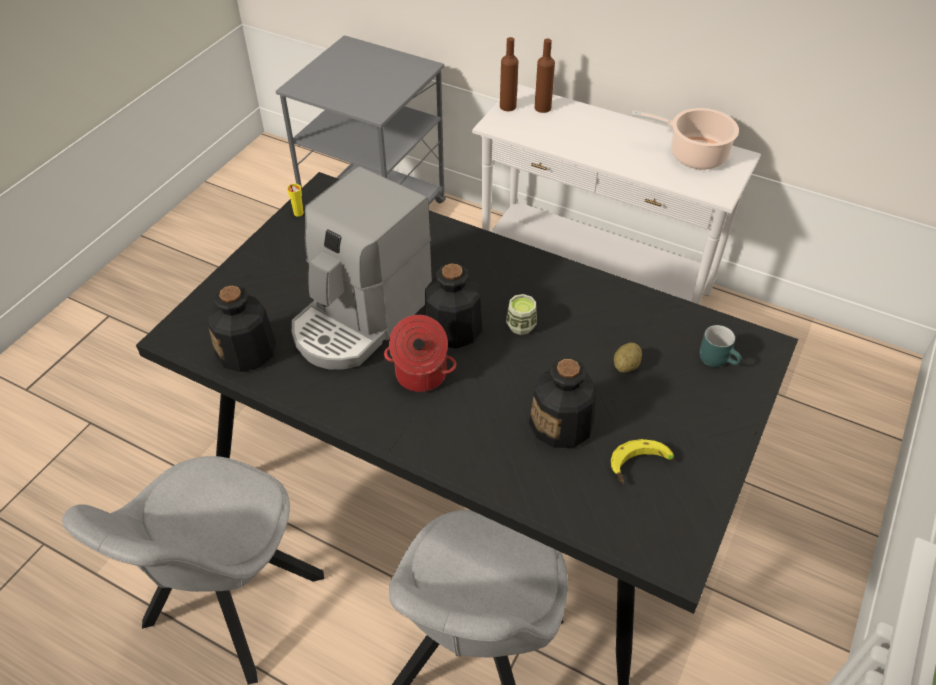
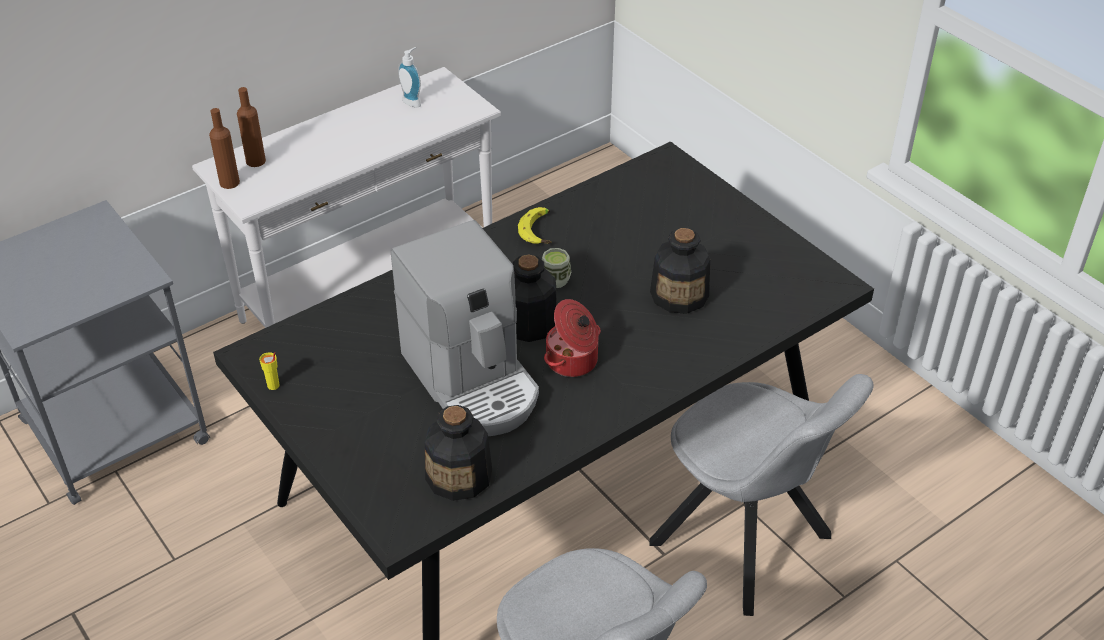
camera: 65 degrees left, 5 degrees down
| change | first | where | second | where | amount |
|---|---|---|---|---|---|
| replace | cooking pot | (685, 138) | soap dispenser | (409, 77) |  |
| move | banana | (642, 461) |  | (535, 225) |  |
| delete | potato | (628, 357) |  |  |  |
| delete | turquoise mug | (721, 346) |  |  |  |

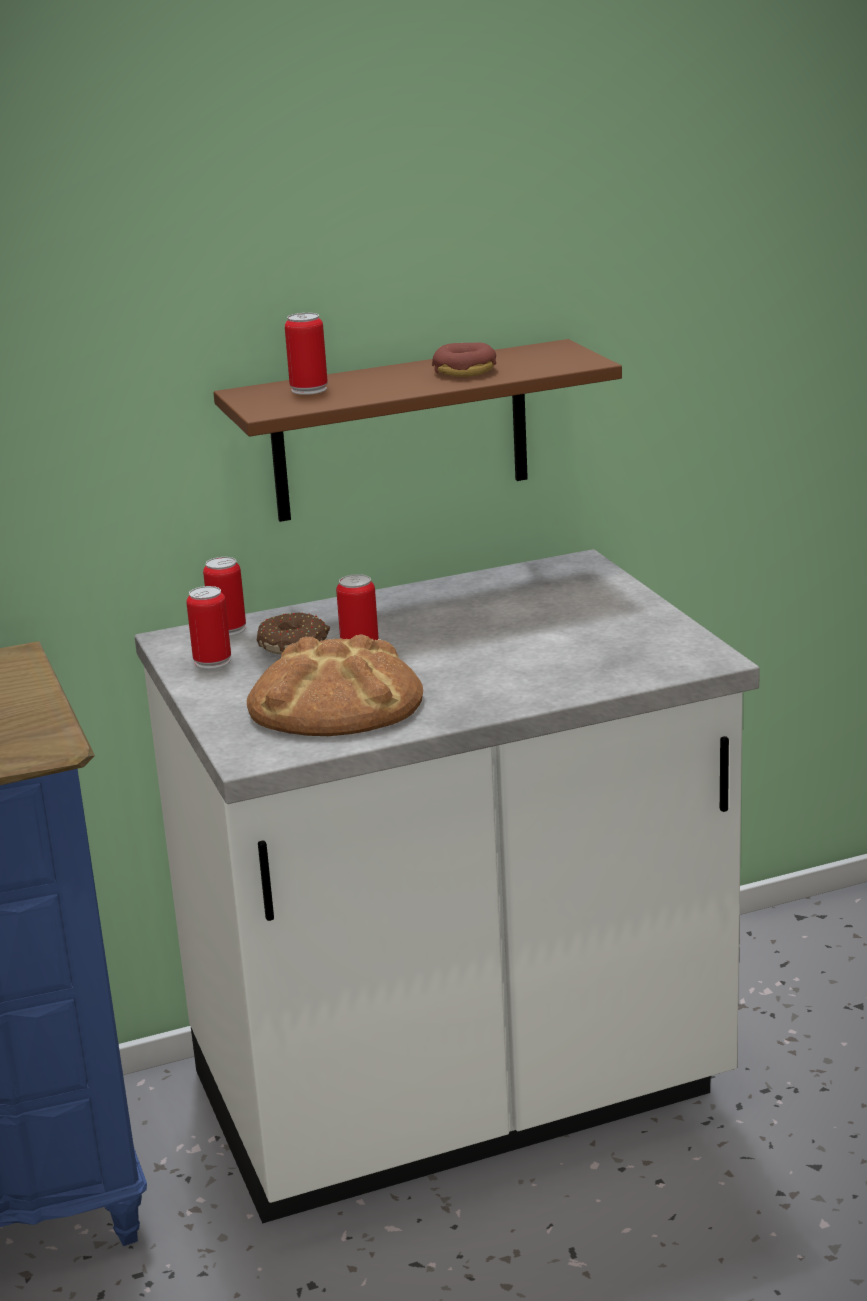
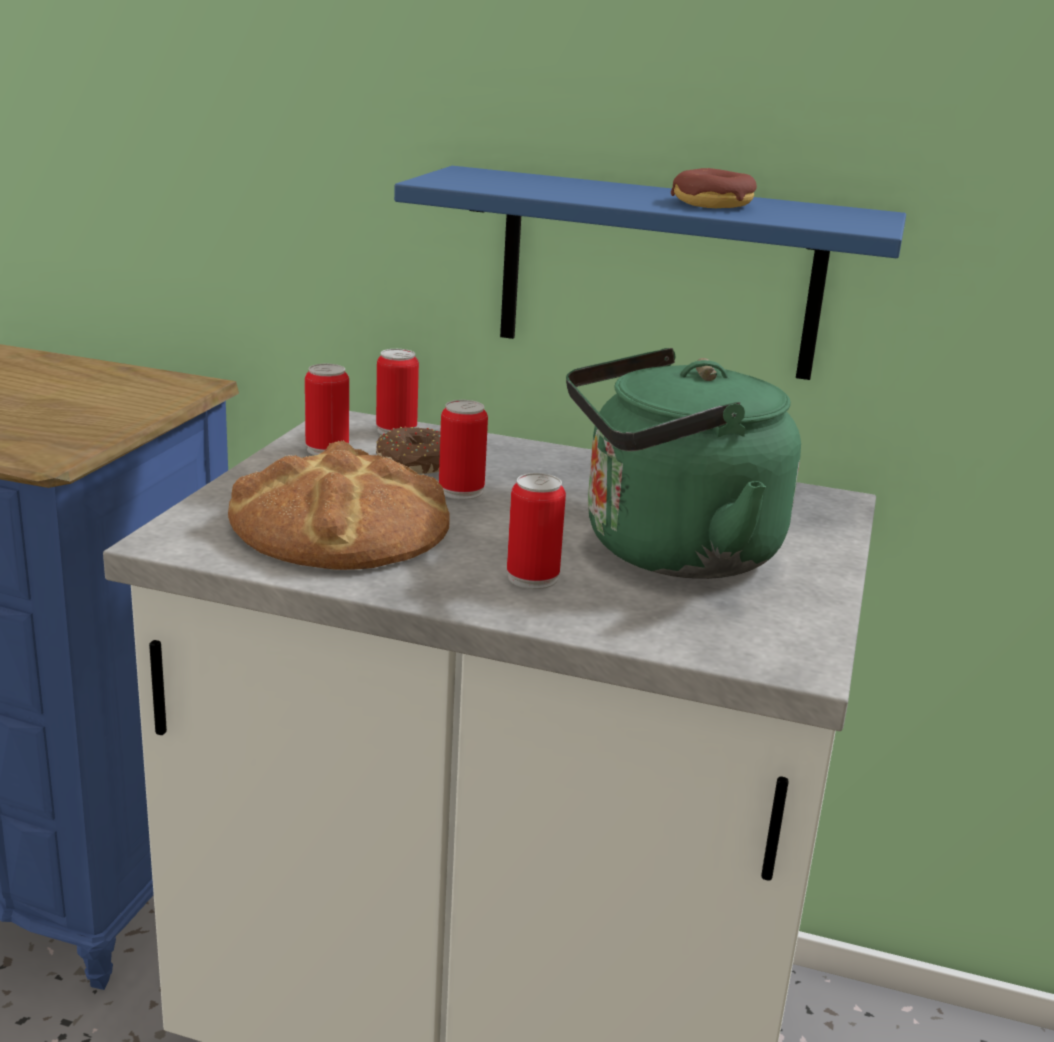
camera: 35 degrees right, 0 degrees up
| change | first | where | second | where | amount |
|---|---|---|---|---|---|
| recolor | brown shelf | (418, 430) | blue shelf | (650, 273) |  |
| move | can | (306, 354) |  | (536, 531) |  |
| insert |  |  | green kettle | (683, 463) |  |

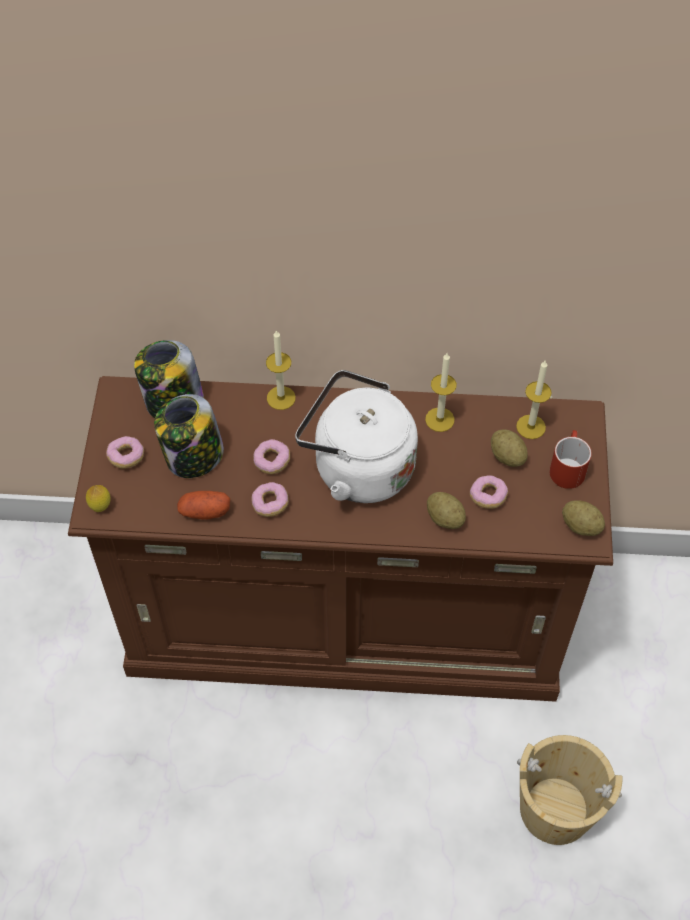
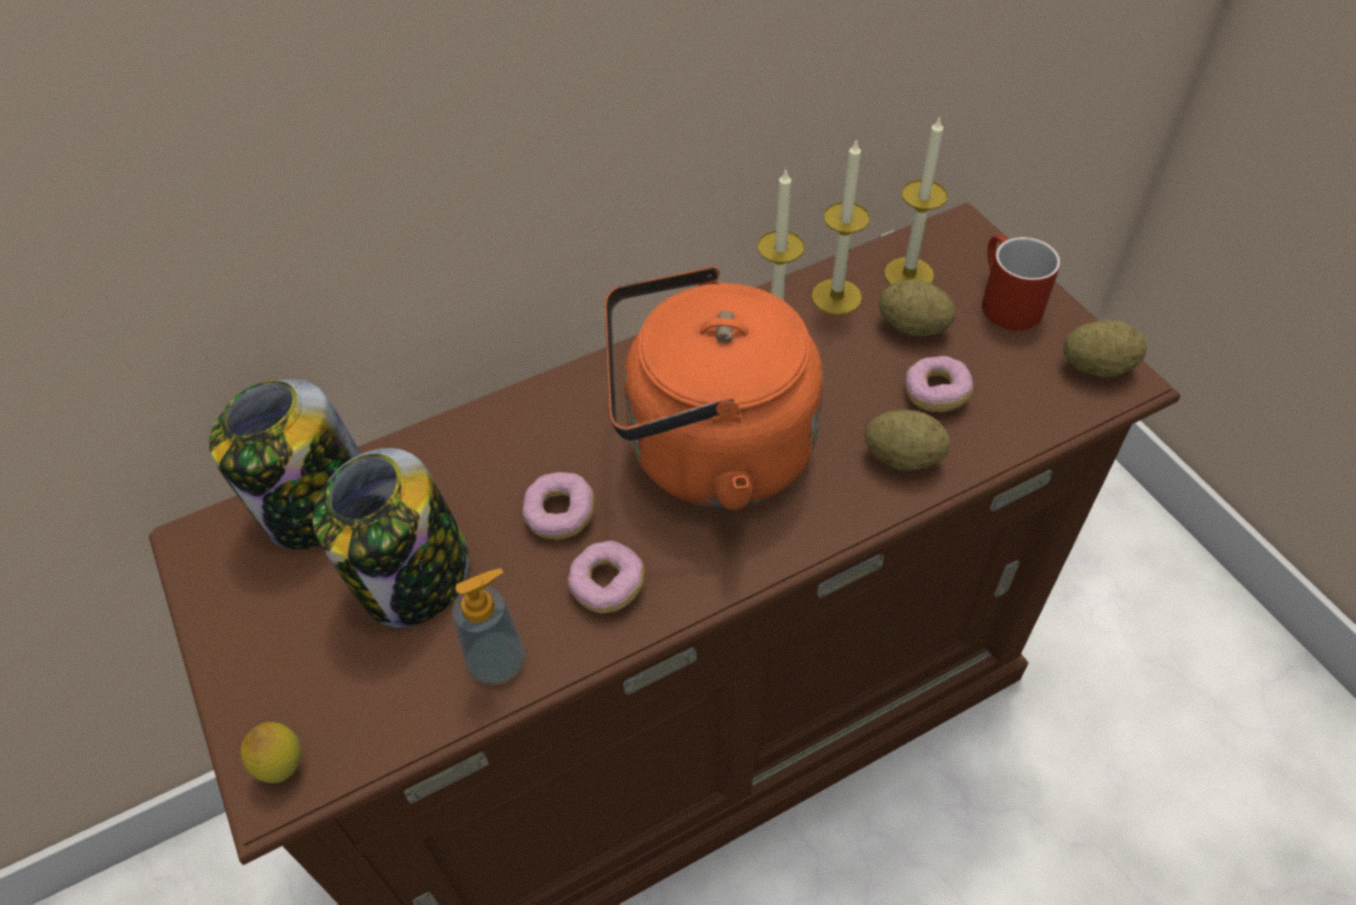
camera: 30 degrees left, 5 degrees down
| change | first | where | second | where | amount |
|---|---|---|---|---|---|
| replace | potato | (203, 505) | soap dispenser | (489, 627) |  |
| recolor | white kettle | (356, 436) | orange kettle | (714, 388) |  |
| move | candle | (281, 370) |  | (840, 226) |  |
| delete | donut | (125, 452) |  |  |  |
| delete | beige bucket | (569, 790) |  |  |  |

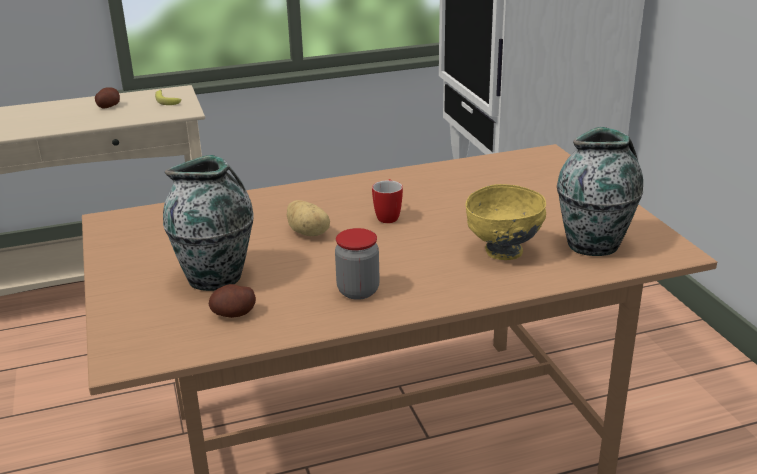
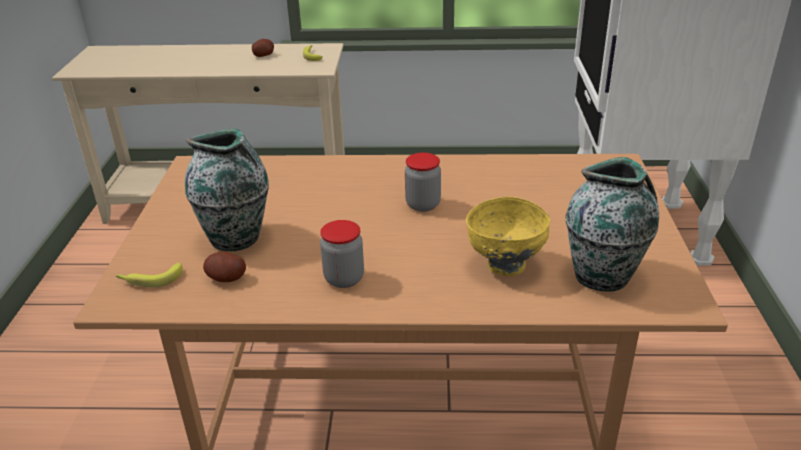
camera: 20 degrees right, 5 degrees up
| change | first | where | second | where | amount |
|---|---|---|---|---|---|
| insert |  |  | banana | (149, 275) |  |
| replace | mug | (387, 201) | jar | (423, 182) |  |
| delete | potato | (308, 218) |  |  |  |

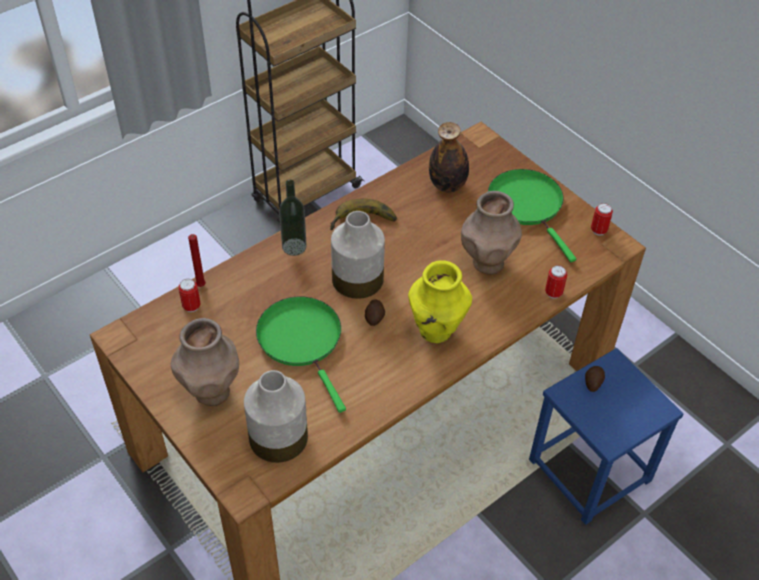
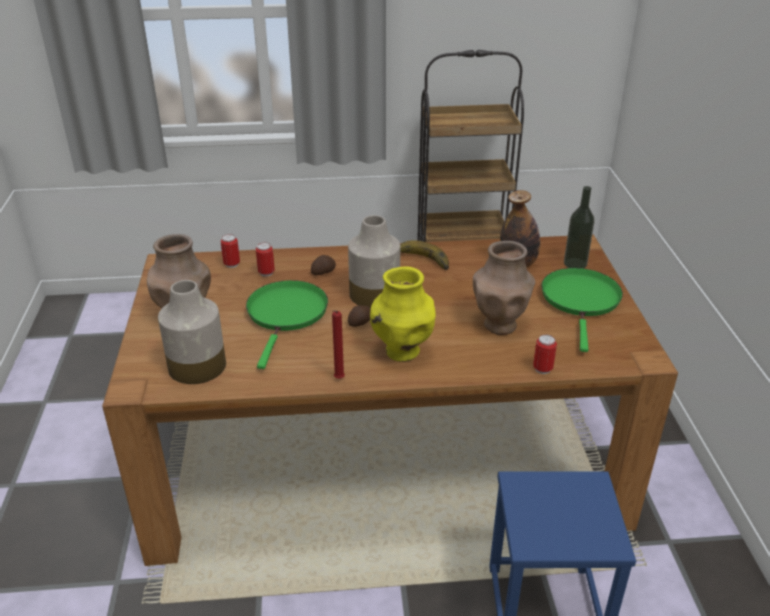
camera: 35 degrees right, 15 degrees down
| change | first | where | second | where | amount |
|---|---|---|---|---|---|
| move | can | (602, 219) |  | (265, 259) |  |
| move | potato | (595, 379) |  | (323, 265) |  |
| move | red candle | (197, 260) |  | (338, 344) |  |
| move | bottle | (293, 218) |  | (579, 227) |  |

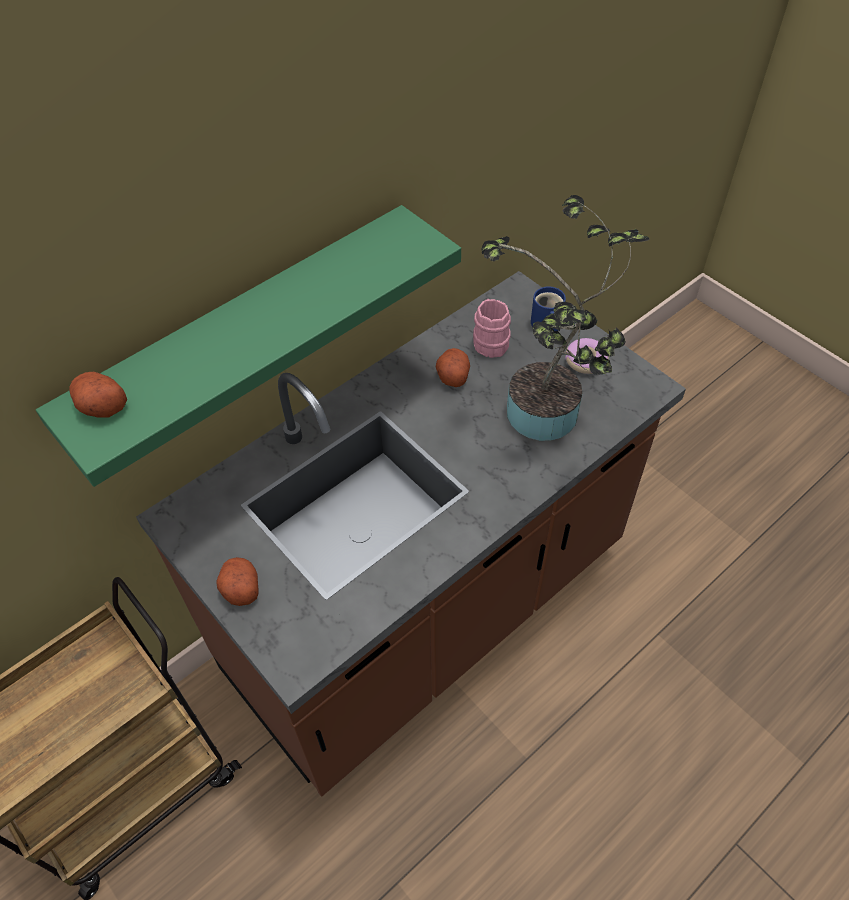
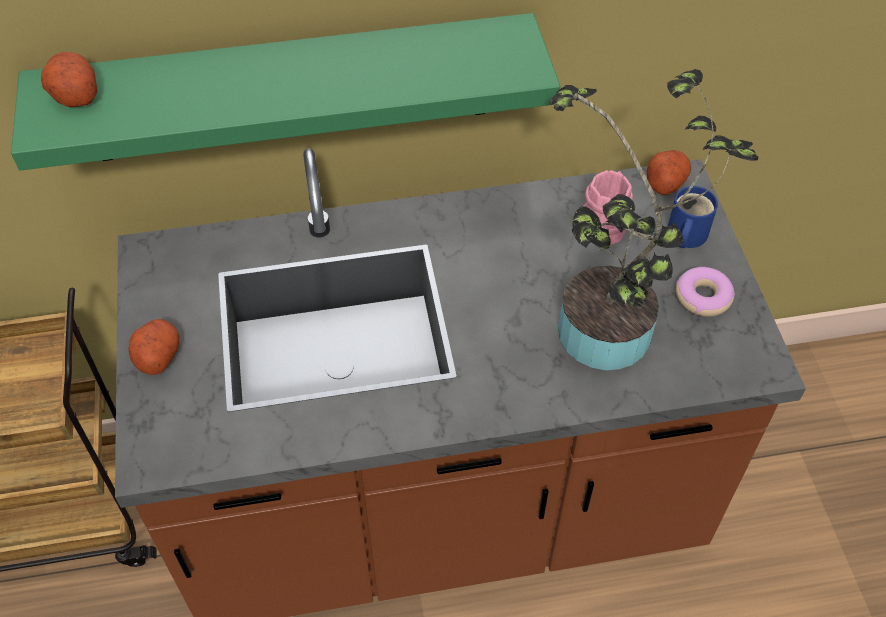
camera: 30 degrees right, 0 degrees up
| change | first | where | second | where | amount |
|---|---|---|---|---|---|
| move | potato | (453, 367) |  | (669, 172) |  |

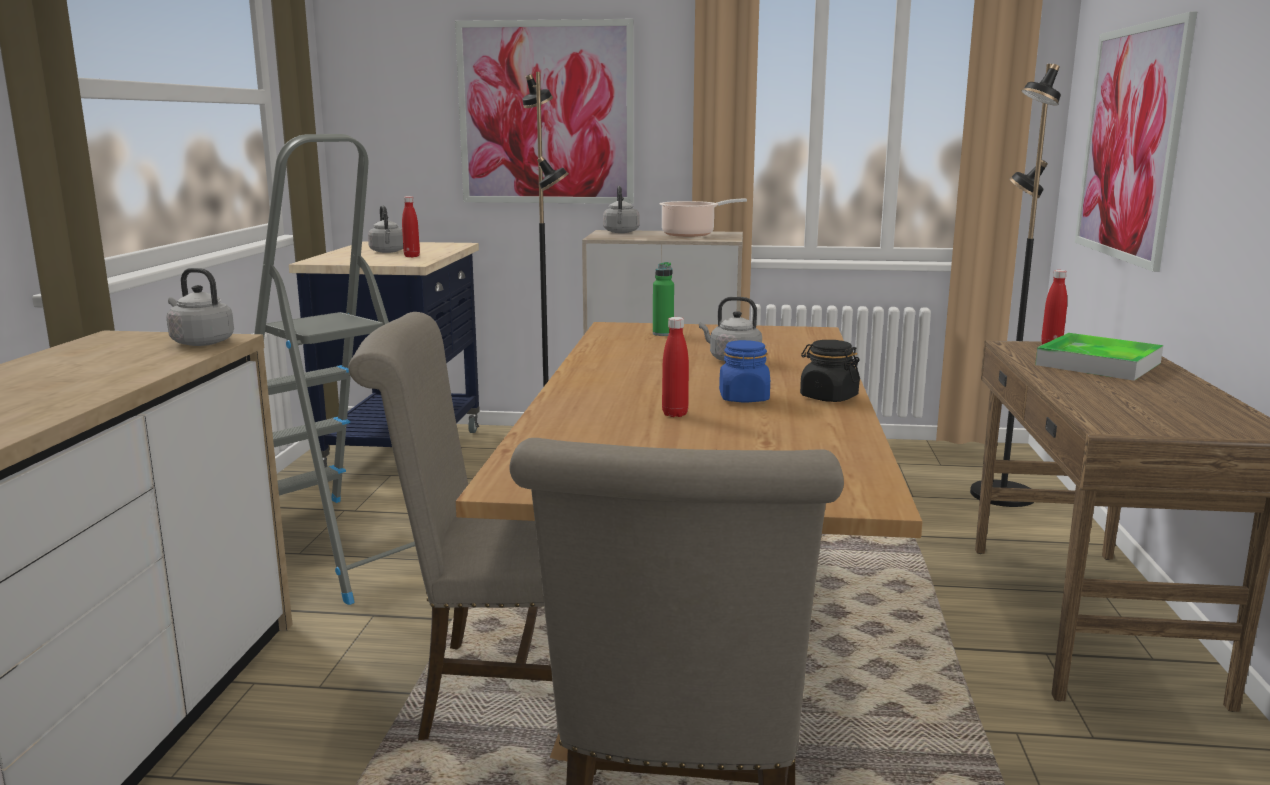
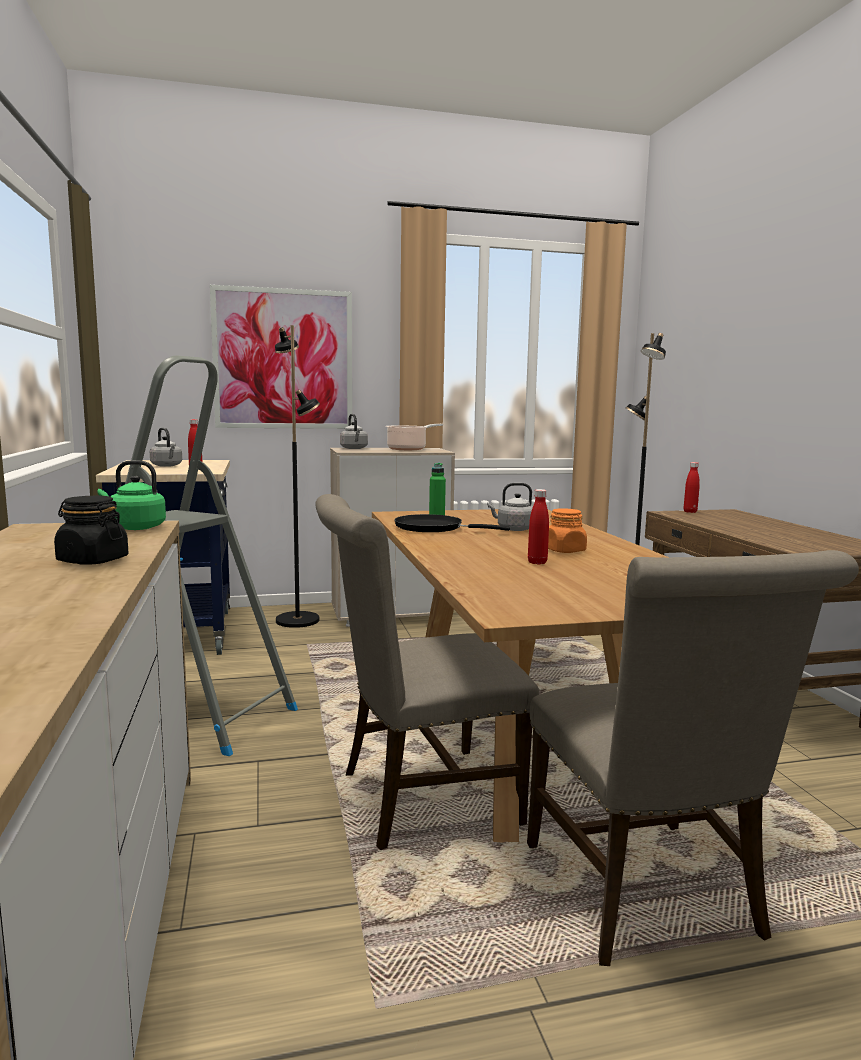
camera: 20 degrees left, 5 degrees down
| change | first | where | second | where | amount |
|---|---|---|---|---|---|
| move | black jar | (830, 371) |  | (91, 530) |  |
| recolor | grey kettle | (200, 307) | green kettle | (132, 495) |  |
| insert |  |  | black frying pan | (452, 523) |  |
| recolor | blue jar | (744, 371) | orange jar | (567, 530) |  |
| delete | tray | (1099, 357) |  |  |  |
| delete | picture | (1136, 142) |  |  |  |

